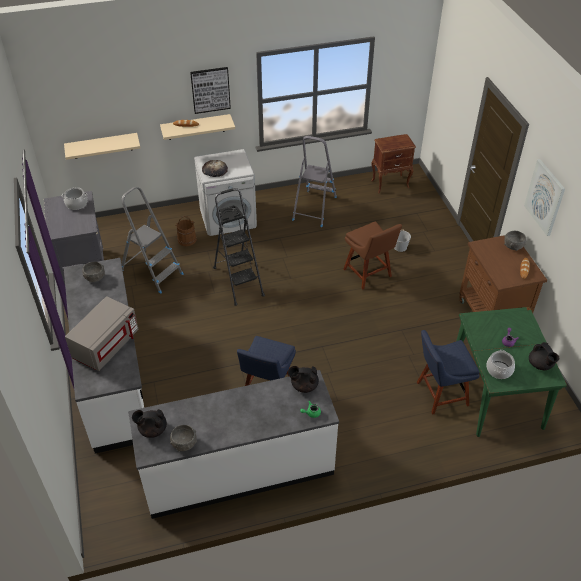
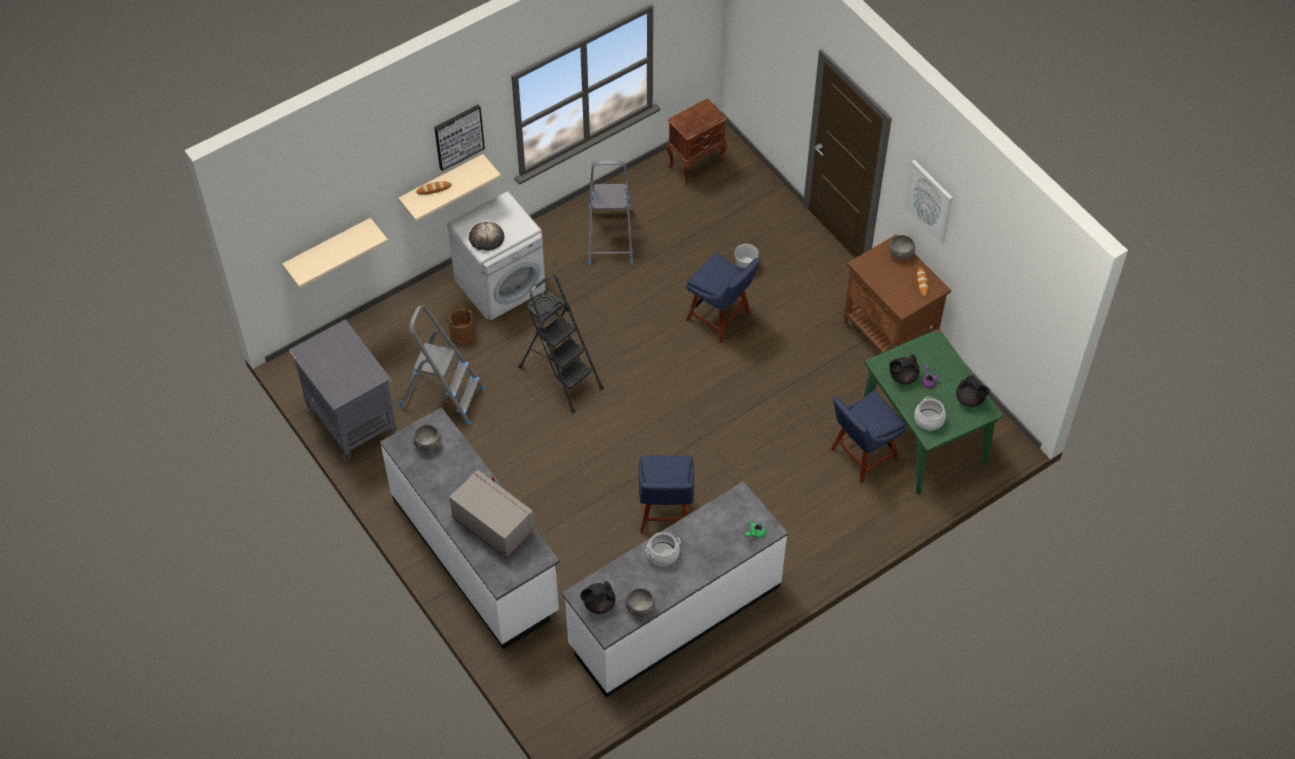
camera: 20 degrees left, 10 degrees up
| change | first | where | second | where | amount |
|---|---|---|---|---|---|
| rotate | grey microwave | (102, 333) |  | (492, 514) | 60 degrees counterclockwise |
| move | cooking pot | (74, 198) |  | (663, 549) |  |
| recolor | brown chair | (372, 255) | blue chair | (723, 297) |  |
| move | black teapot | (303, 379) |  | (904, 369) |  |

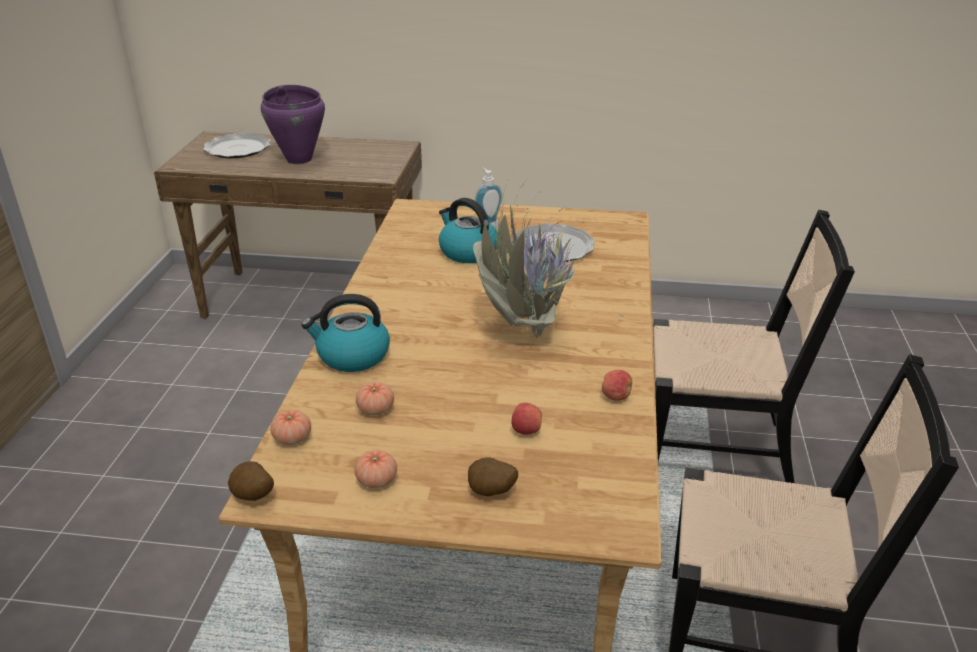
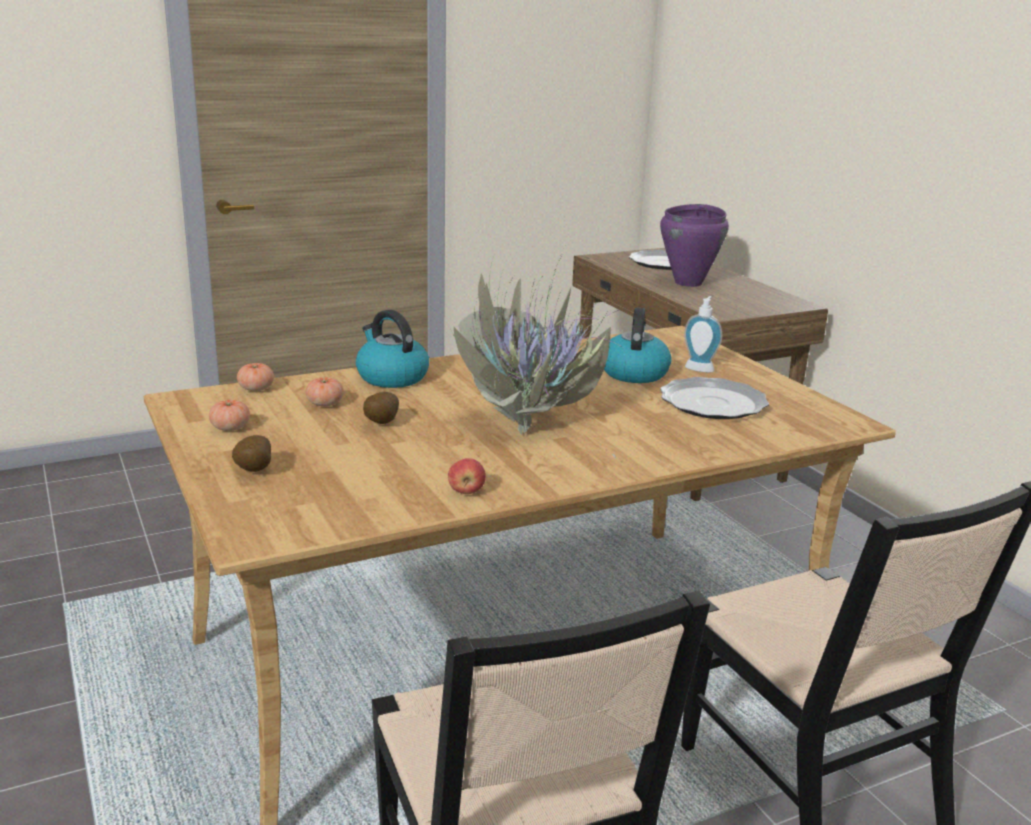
camera: 55 degrees right, 10 degrees down
| change | first | where | second | where | amount |
|---|---|---|---|---|---|
| move | potato | (251, 481) |  | (381, 408) |  |
| delete | apple | (527, 419) |  |  |  |

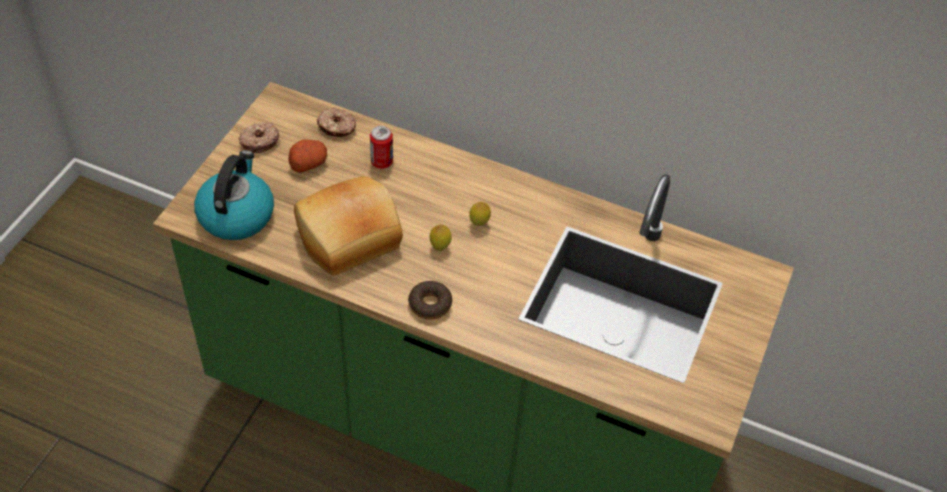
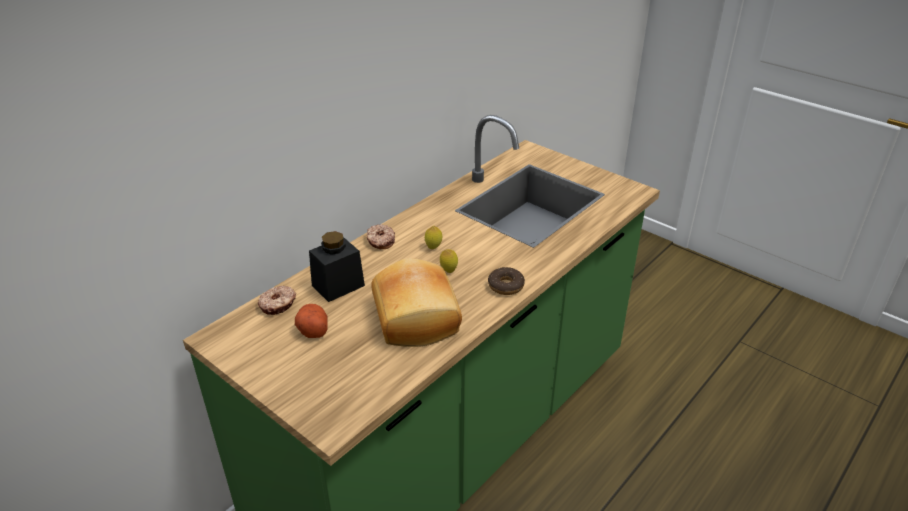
camera: 70 degrees left, 15 degrees down
| change | first | where | second | where | amount |
|---|---|---|---|---|---|
| replace | can | (381, 147) | black jar | (337, 266) |  |
| move | donut | (258, 137) |  | (381, 236) |  |
| delete | kettle | (234, 195) |  |  |  |

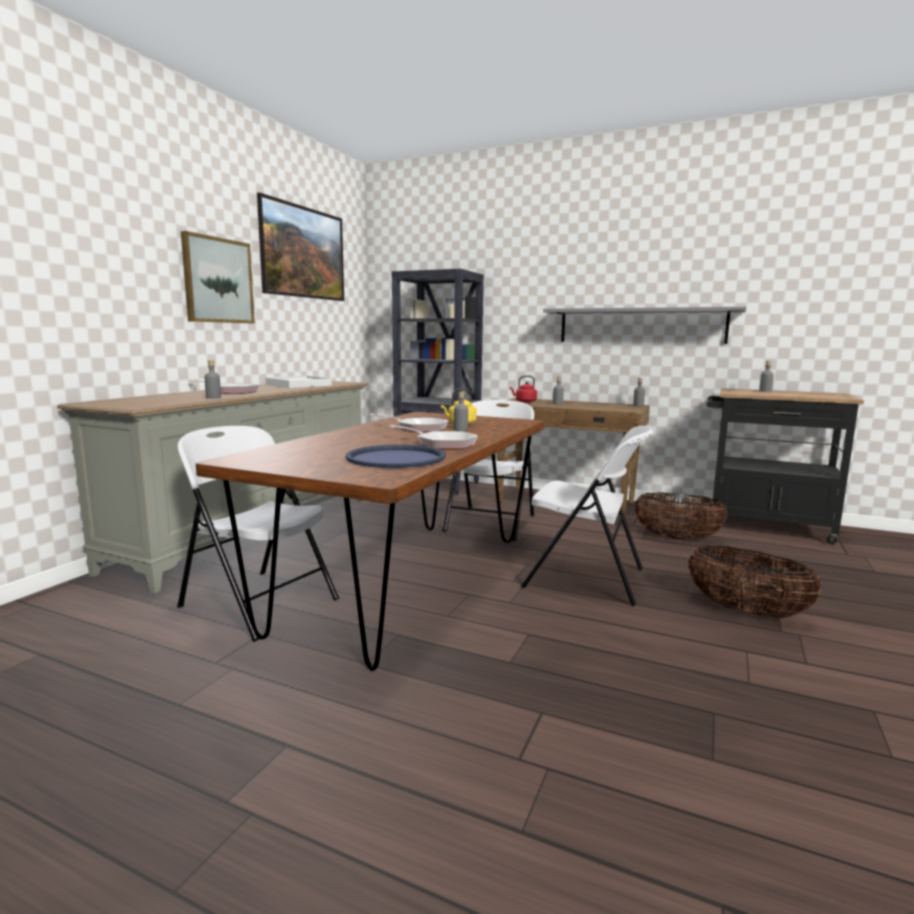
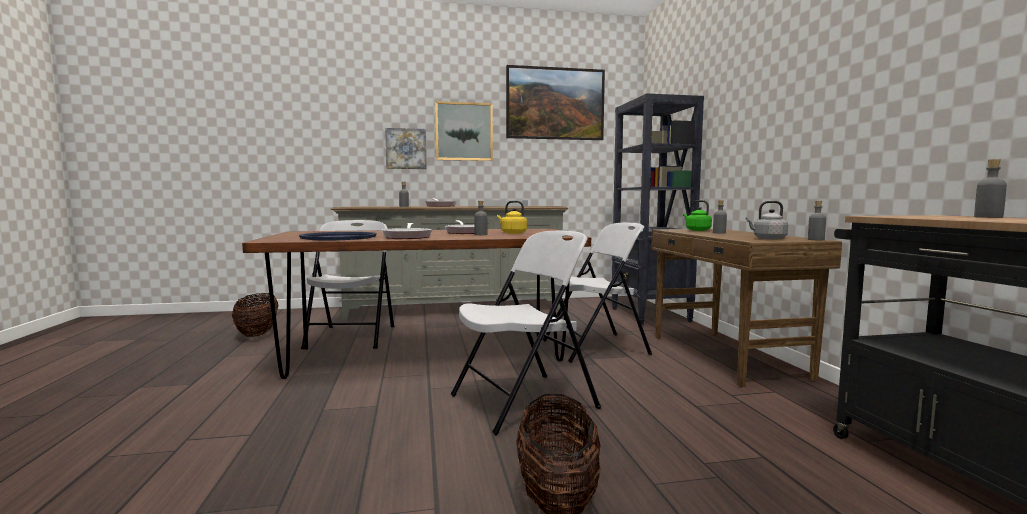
camera: 55 degrees right, 5 degrees down
| change | first | where | second | where | amount |
|---|---|---|---|---|---|
| move | basket | (681, 515) |  | (255, 315) |  |
| insert |  |  | picture | (406, 148) |  |
| rotate | white chair | (587, 516) |  | (526, 333) | 105 degrees counterclockwise |
| recolor | red kettle | (523, 389) | green kettle | (697, 215) |  |
| insert |  |  | grey kettle | (766, 220) |  |
| delete | grey shelf | (644, 325) |  |  |  |

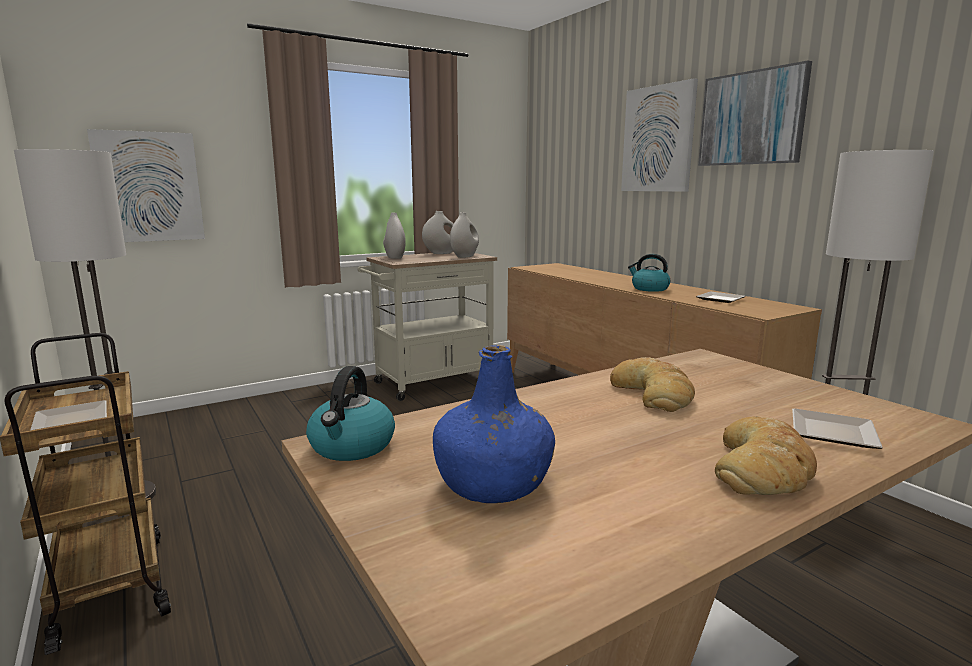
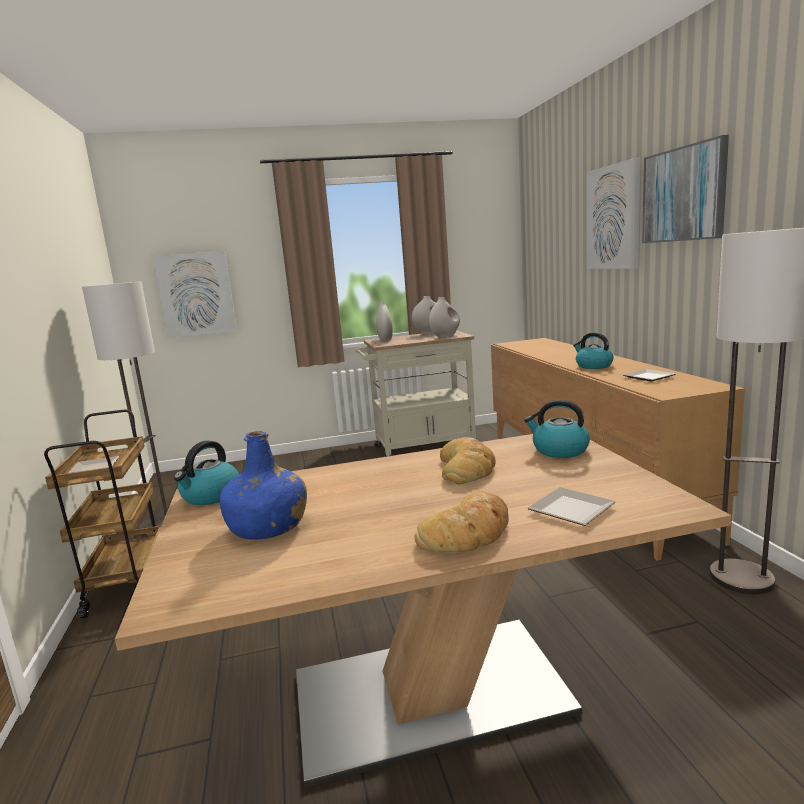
camera: 20 degrees right, 0 degrees up
| change | first | where | second | where | amount |
|---|---|---|---|---|---|
| insert |  |  | kettle | (557, 428) |  |

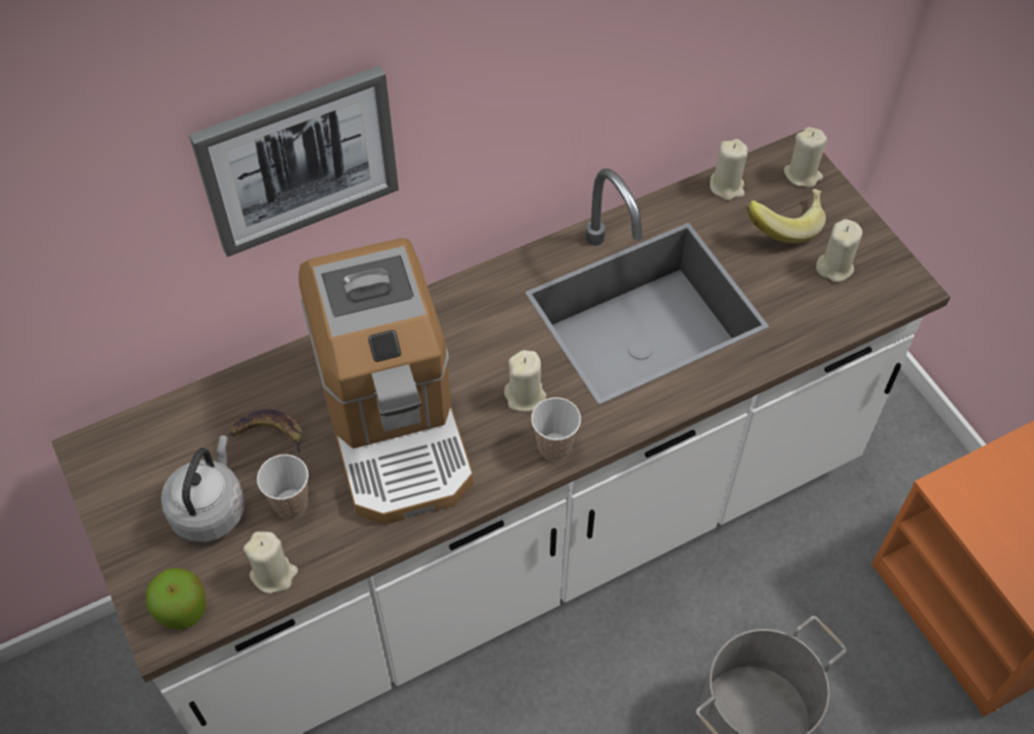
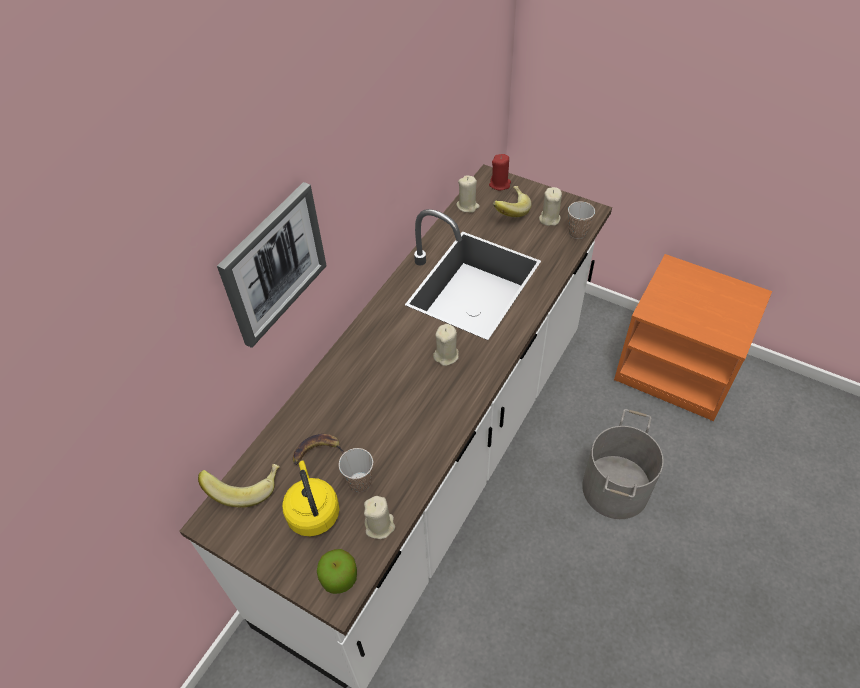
camera: 30 degrees left, 5 degrees down
| change | first | where | second | where | amount |
|---|---|---|---|---|---|
| insert |  |  | banana | (238, 486) |  |
| recolor | grey kettle | (203, 488) | yellow kettle | (311, 498) |  |
| recolor | beige candle | (805, 157) | red candle | (500, 172) |  |
| move | cup | (556, 429) |  | (581, 220) |  |
| delete | coffee machine | (386, 381) |  |  |  |

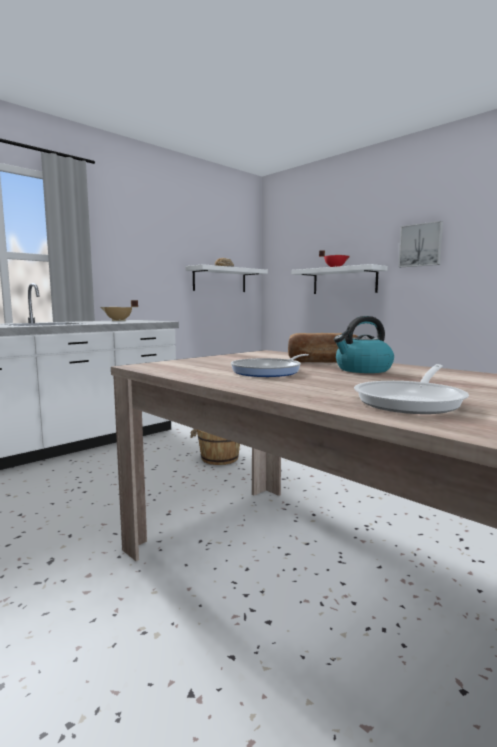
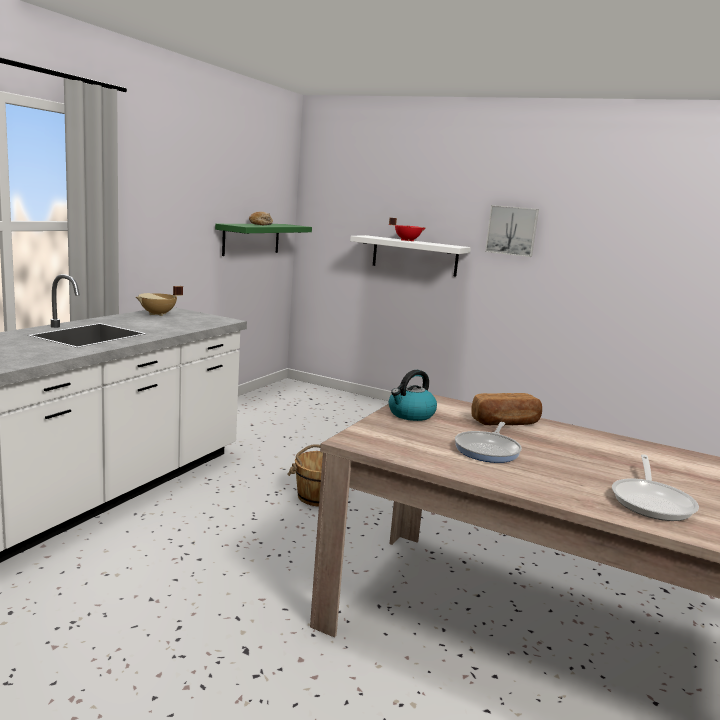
camera: 20 degrees left, 5 degrees up
| change | first | where | second | where | amount |
|---|---|---|---|---|---|
| recolor | white shelf | (226, 278) | green shelf | (263, 240) |  |
| move | kettle | (364, 344) |  | (413, 395) |  |

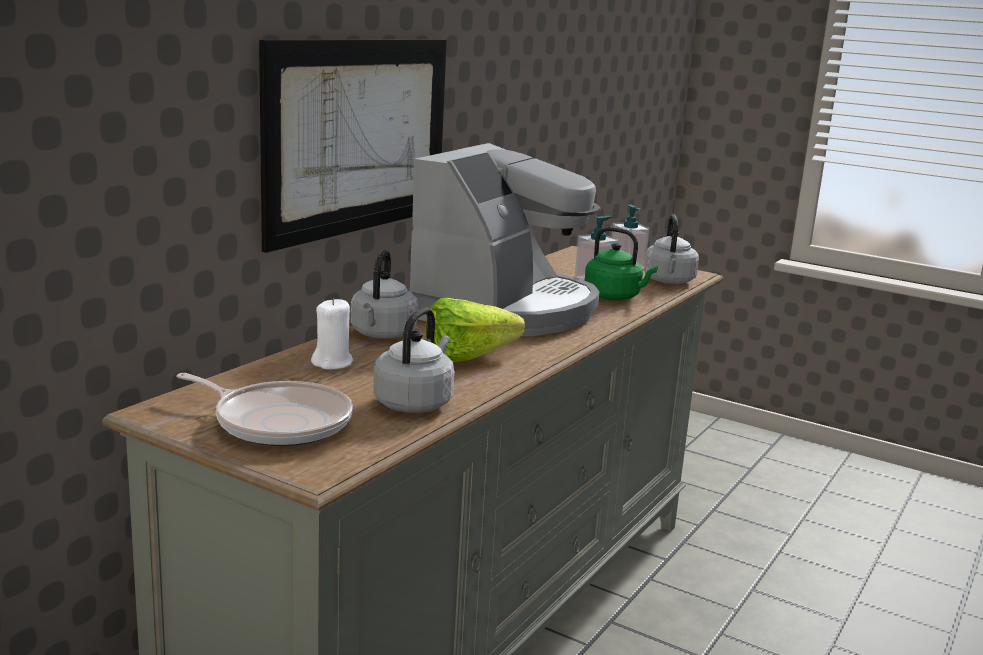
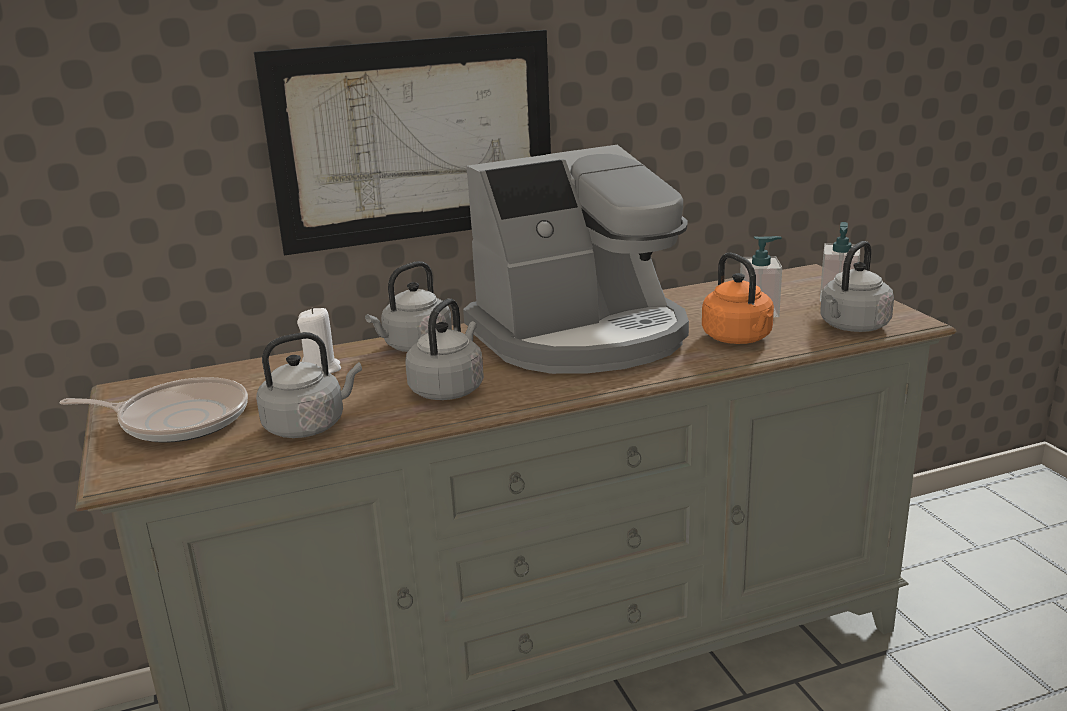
camera: 40 degrees right, 5 degrees up
| change | first | where | second | where | amount |
|---|---|---|---|---|---|
| rotate | frying pan | (264, 409) |  | (154, 410) | 60 degrees counterclockwise |
| replace | lettuce | (475, 330) | grey kettle | (444, 349) |  |
| recolor | green kettle | (621, 263) | orange kettle | (738, 298) |  |

